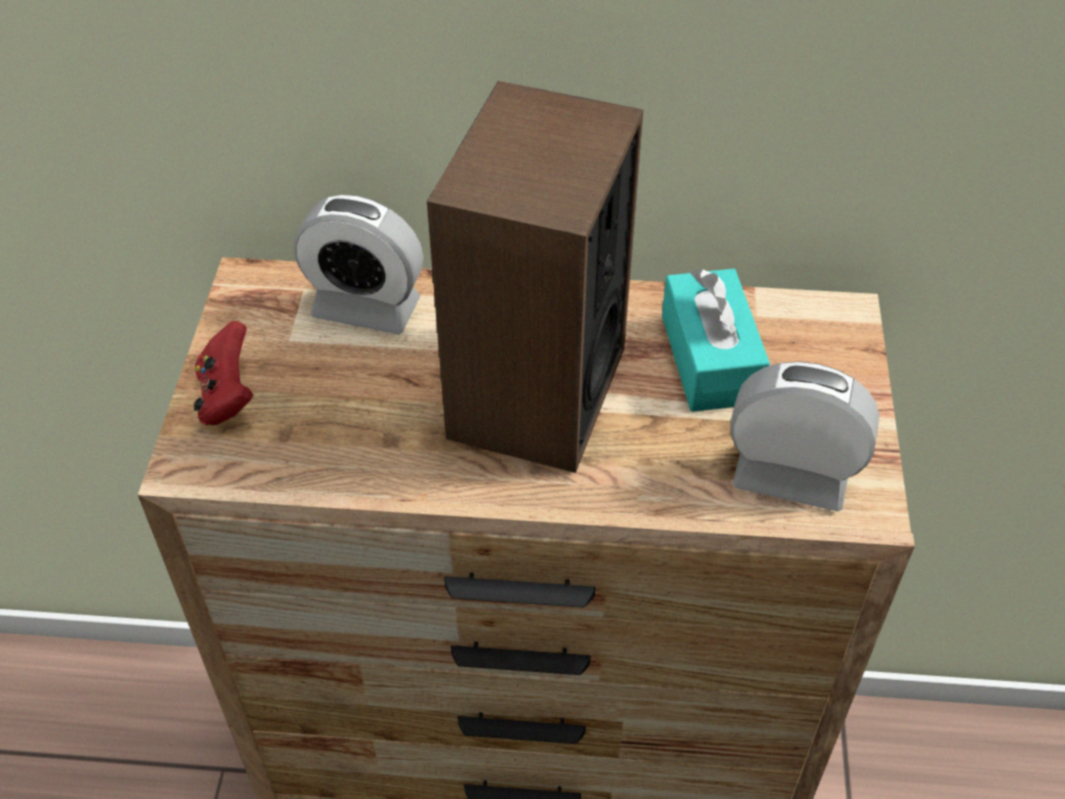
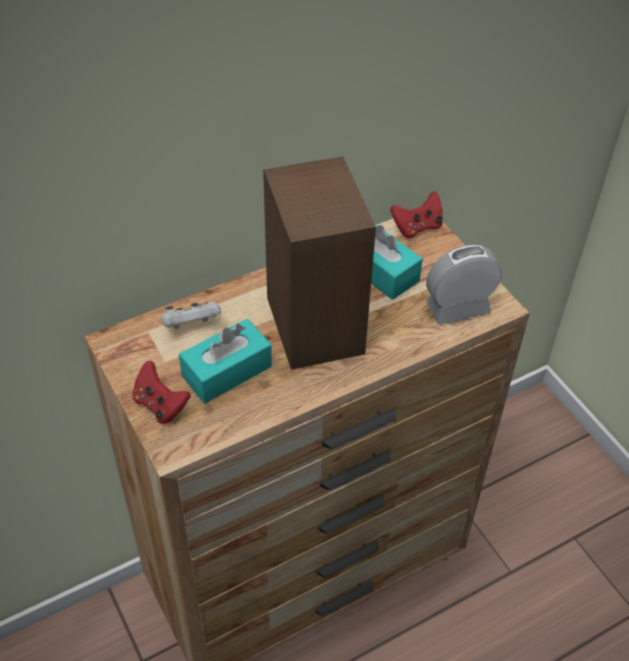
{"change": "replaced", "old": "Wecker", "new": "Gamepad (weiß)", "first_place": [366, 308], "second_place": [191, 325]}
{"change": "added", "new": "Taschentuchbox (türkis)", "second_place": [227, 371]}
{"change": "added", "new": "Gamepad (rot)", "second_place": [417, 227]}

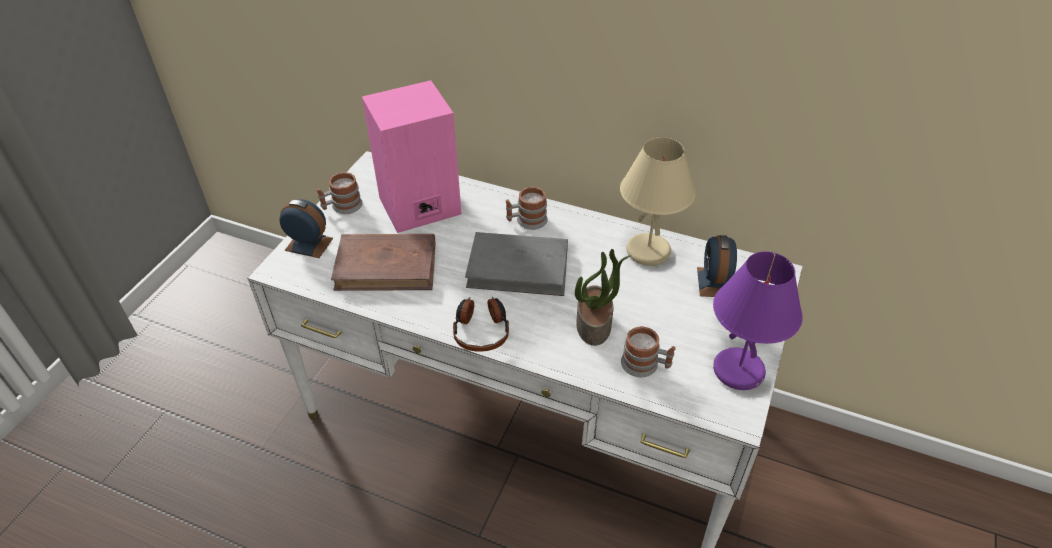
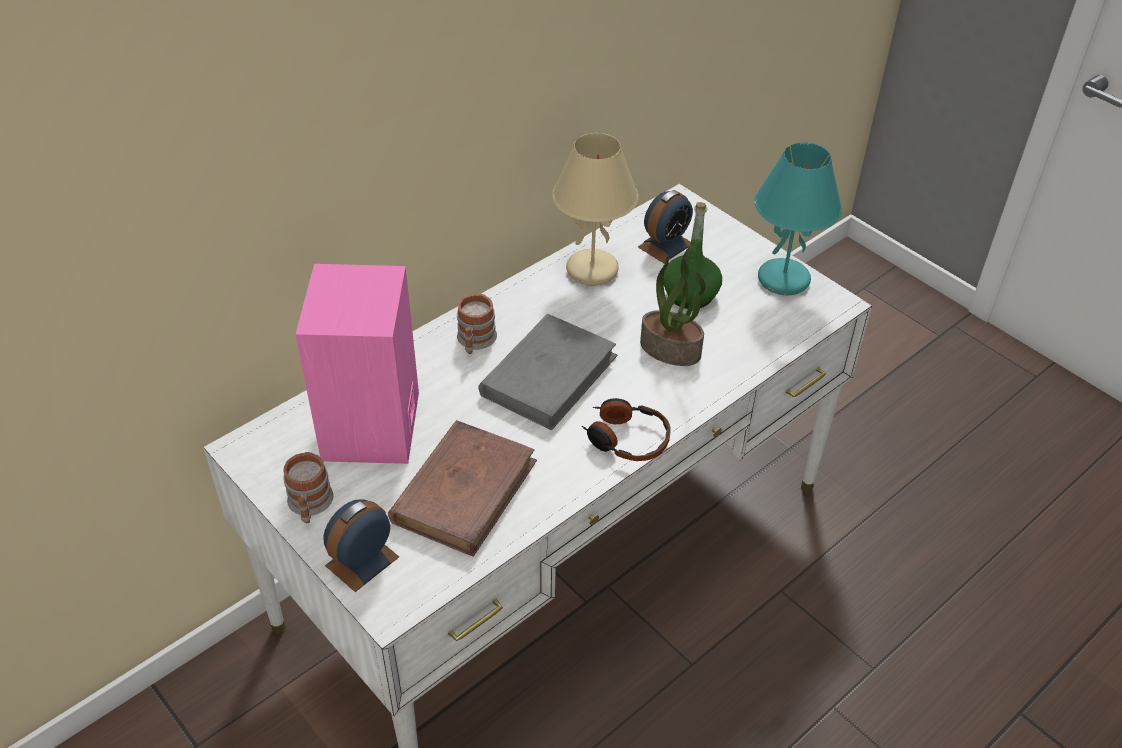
{"change": "turned", "old": "Wecker", "first_place": [714, 282], "second_place": [665, 245], "degrees": -75}
{"change": "added", "new": "Flasche (grün)", "second_place": [690, 294]}
{"change": "recoloured", "old": "Tischlampe (lila)", "new": "Tischlampe (türkis)", "first_place": [739, 371], "second_place": [784, 279]}
{"change": "removed", "old": "Henkelbecher", "first_place": [645, 365]}

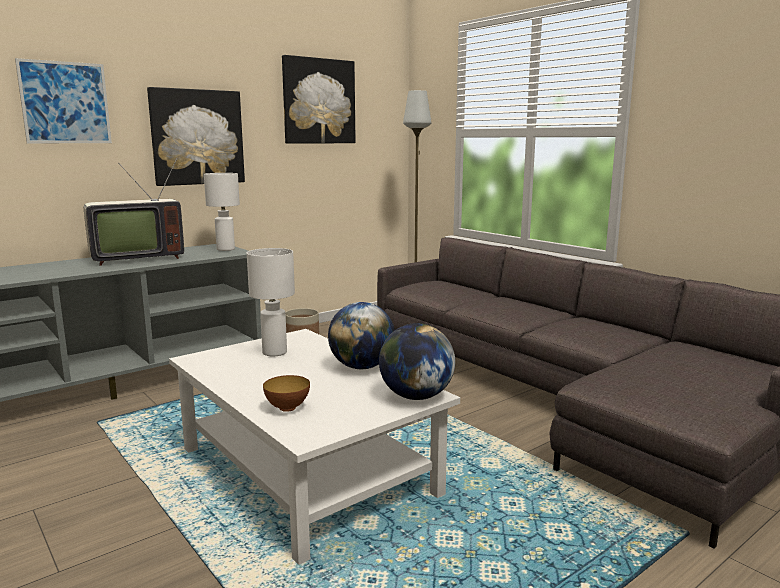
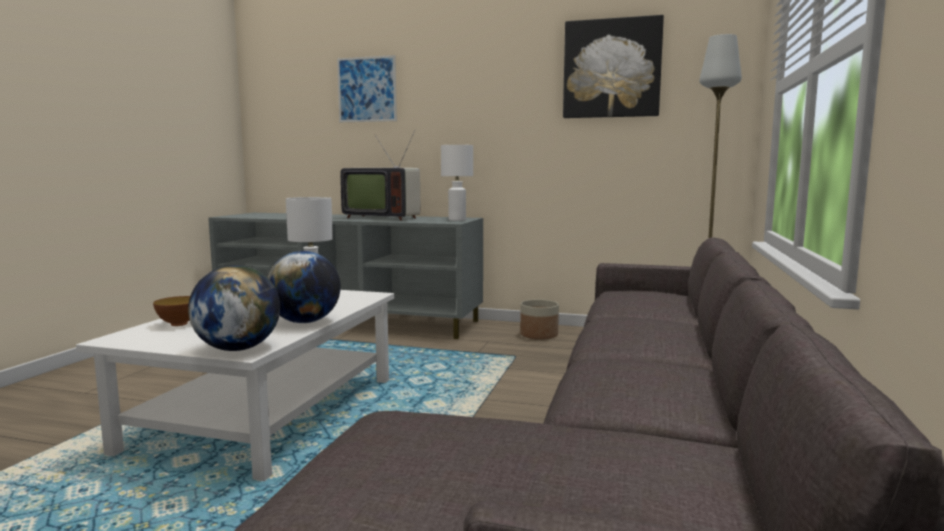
{"change": "removed", "old": "Bild", "first_place": [197, 137]}

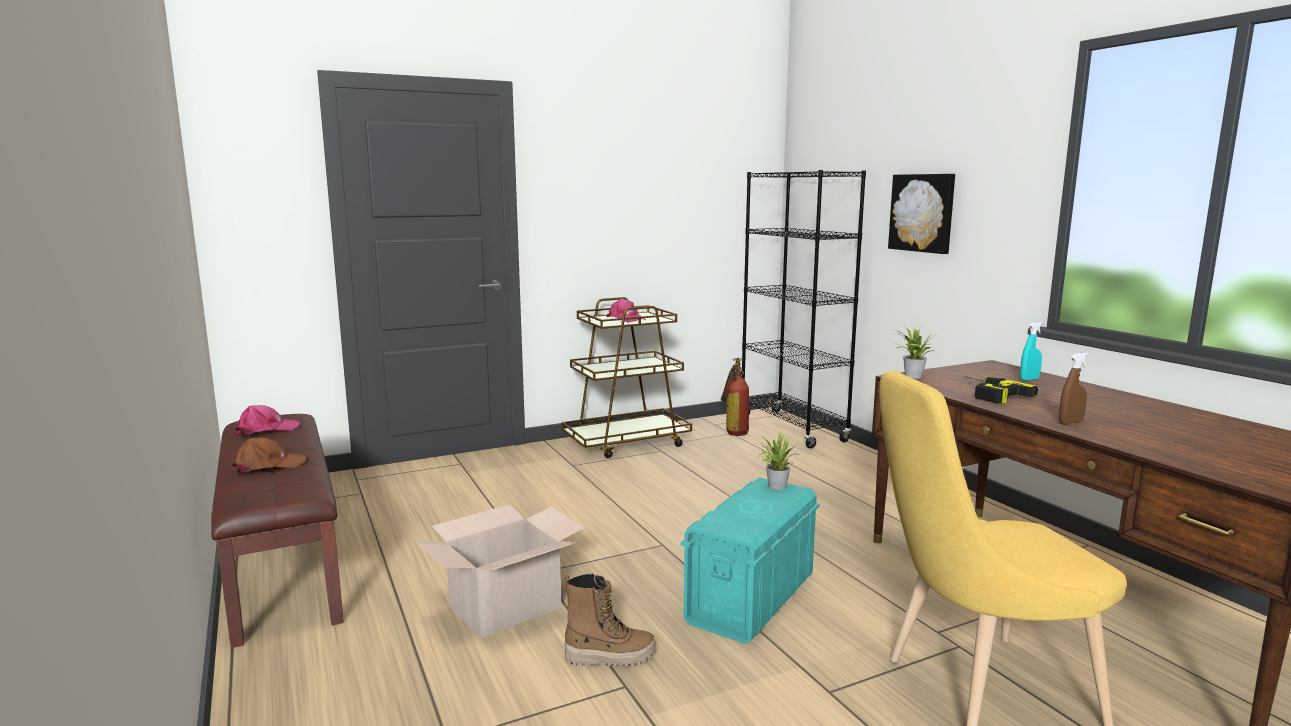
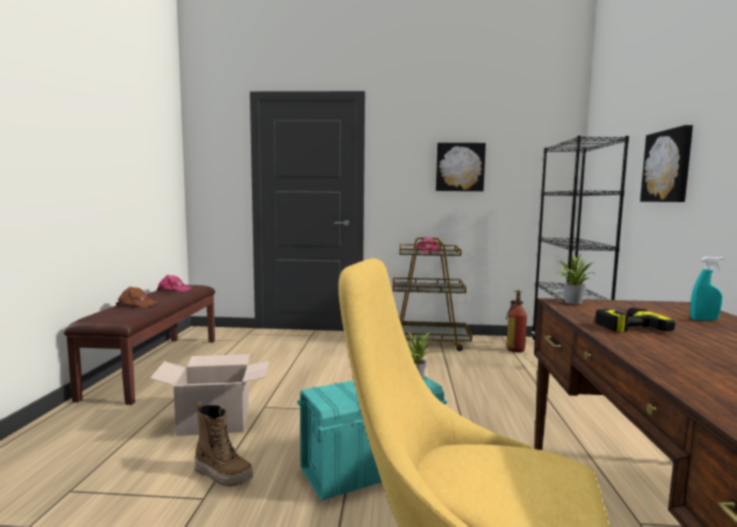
{"change": "added", "new": "Bild", "second_place": [460, 167]}
{"change": "removed", "old": "Sprühflasche (braun)", "first_place": [1070, 422]}

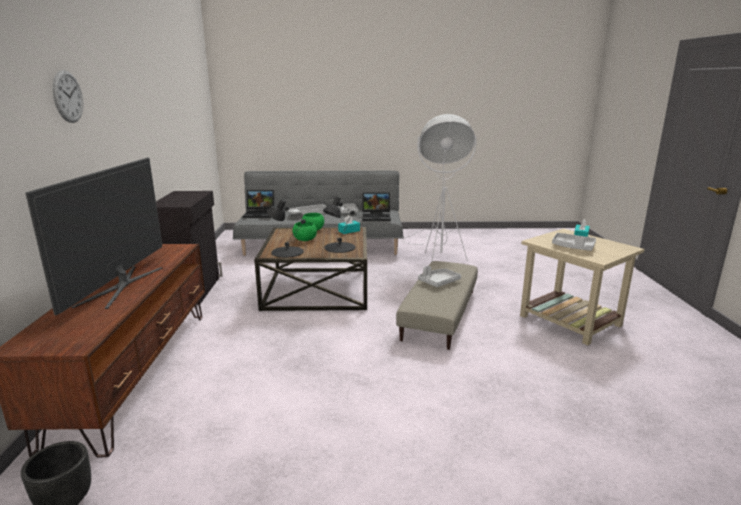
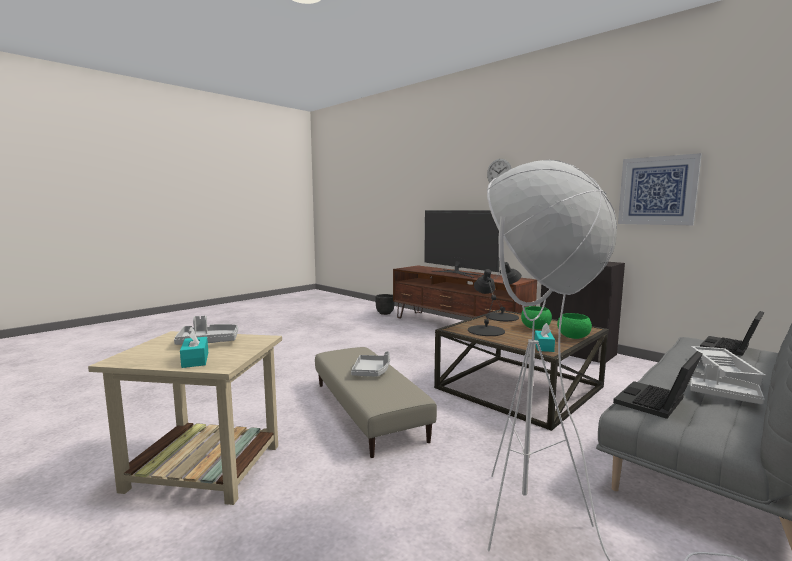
{"change": "added", "new": "Bild", "second_place": [657, 191]}

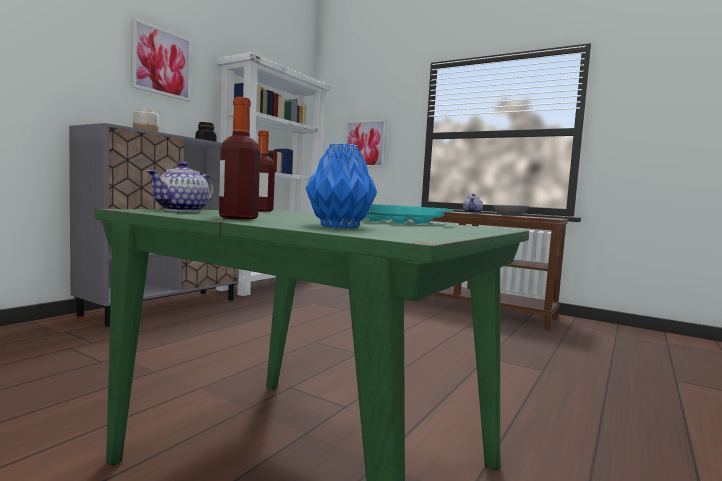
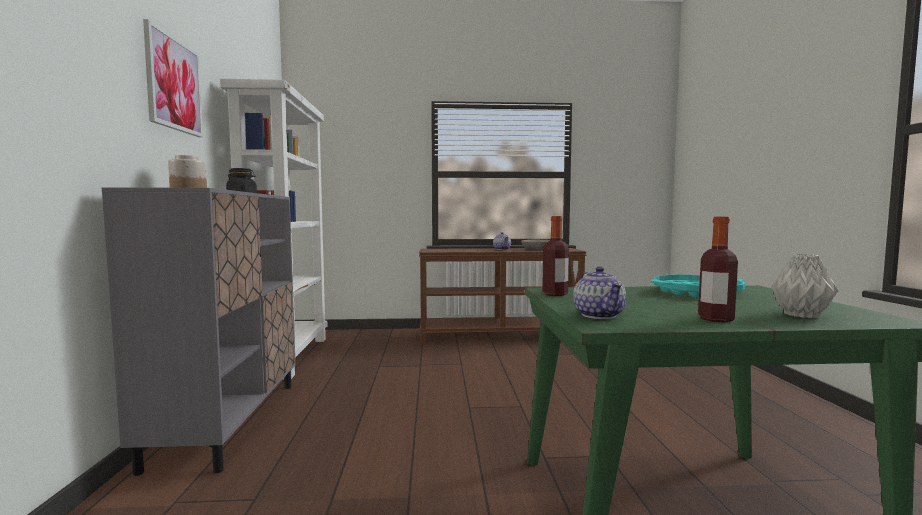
{"change": "recoloured", "old": "Vase (blau)", "new": "Vase (grau)", "first_place": [340, 227], "second_place": [802, 315]}
{"change": "removed", "old": "Bild", "first_place": [365, 144]}

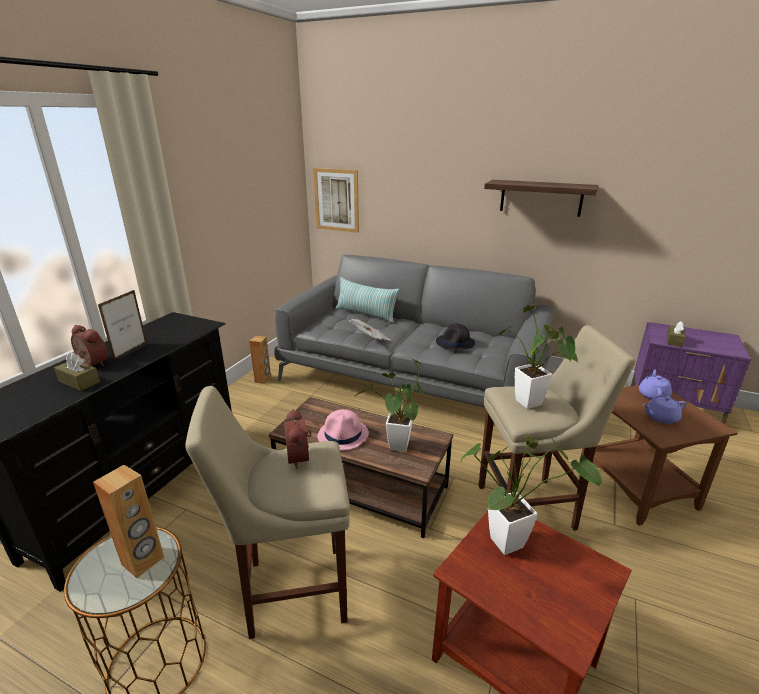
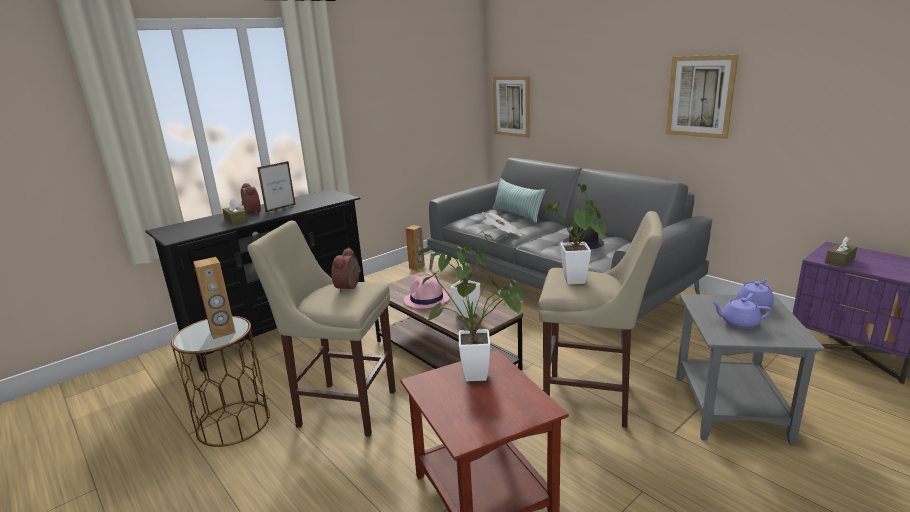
{"change": "replaced", "old": "Wandregal", "new": "Bild", "first_place": [541, 198], "second_place": [700, 96]}
{"change": "recoloured", "old": "Beistelltisch (braun)", "new": "Beistelltisch (grau)", "first_place": [637, 485], "second_place": [732, 409]}

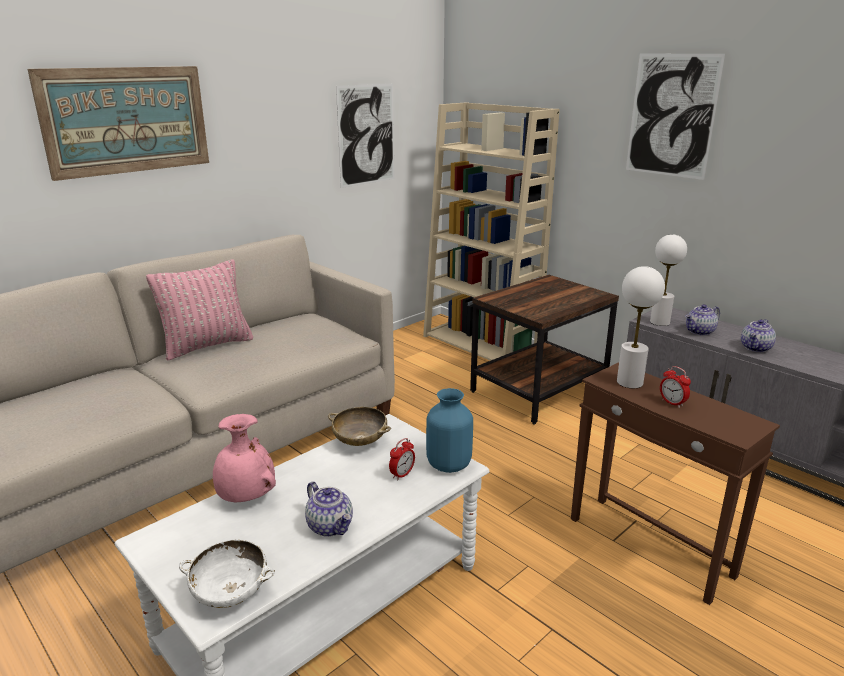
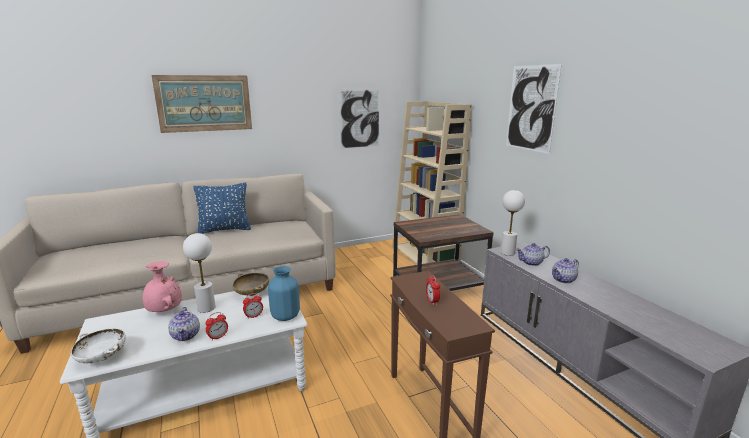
{"change": "moved", "old": "Tischlampe (weiß)", "first_place": [630, 382], "second_place": [206, 308]}
{"change": "recoloured", "old": "Kissen (rosa)", "new": "Kissen (blau)", "first_place": [207, 346], "second_place": [225, 230]}
{"change": "added", "new": "Wecker", "second_place": [218, 337]}

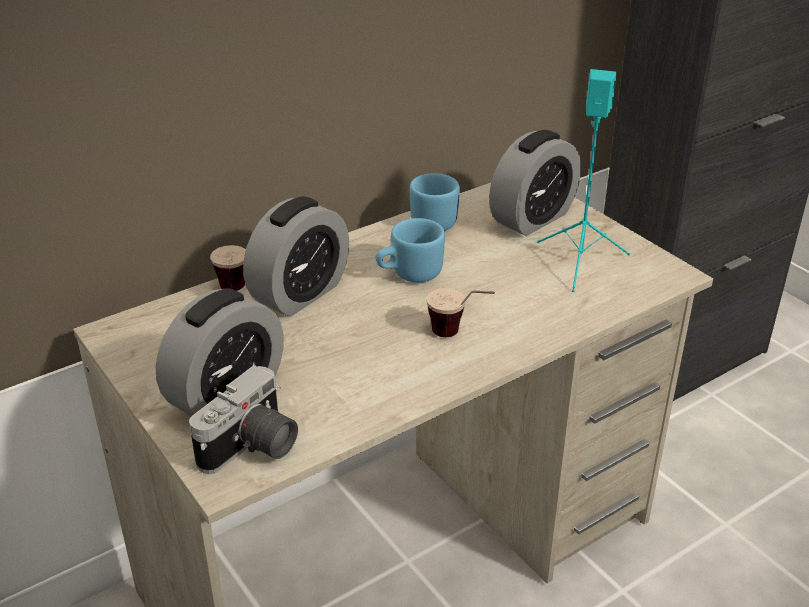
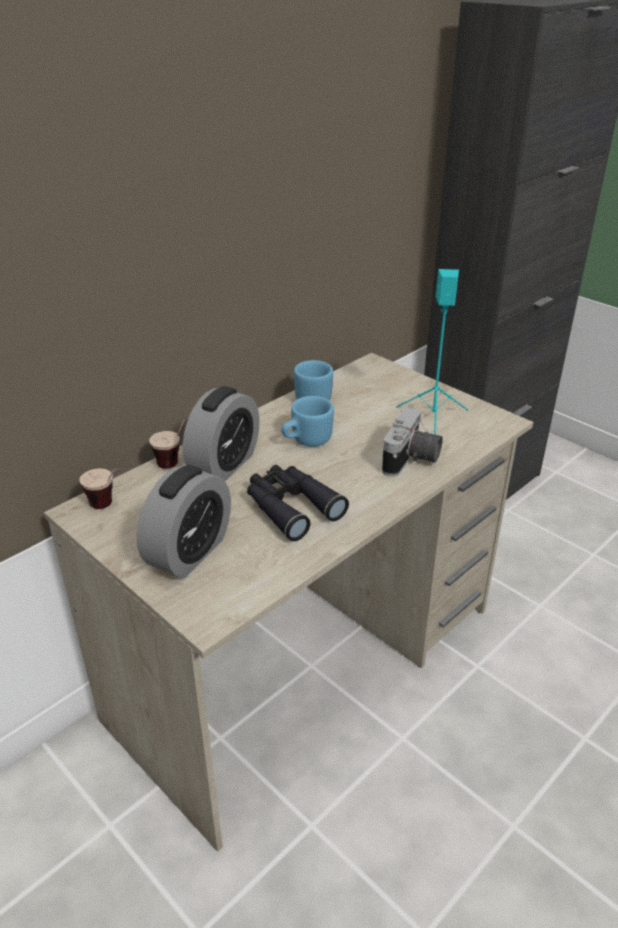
{"change": "moved", "old": "Tasse", "first_place": [459, 335], "second_place": [112, 506]}
{"change": "added", "new": "Fernglas (schwarz)", "second_place": [290, 507]}
{"change": "moved", "old": "Kamera", "first_place": [253, 449], "second_place": [412, 460]}
{"change": "removed", "old": "Wecker", "first_place": [532, 218]}

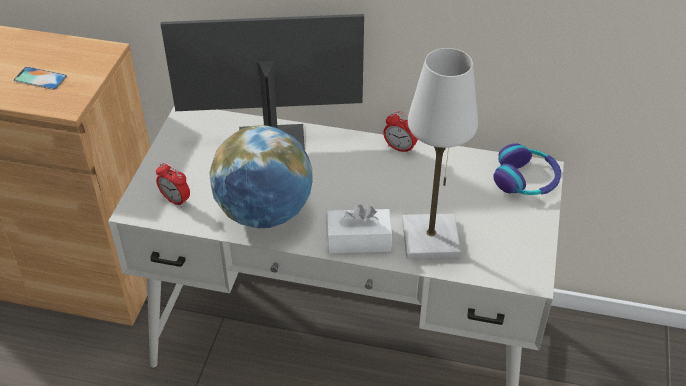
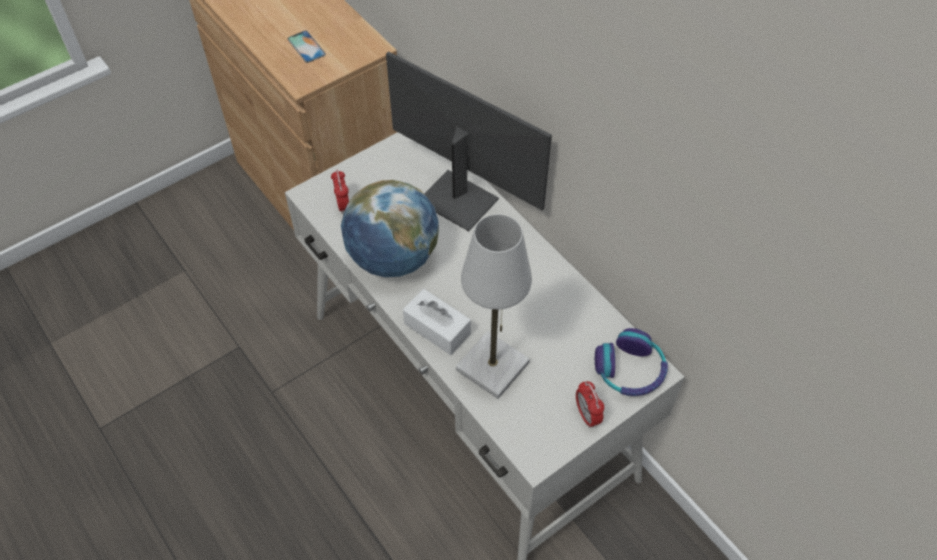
{"change": "moved", "old": "Wecker", "first_place": [399, 148], "second_place": [587, 415]}

